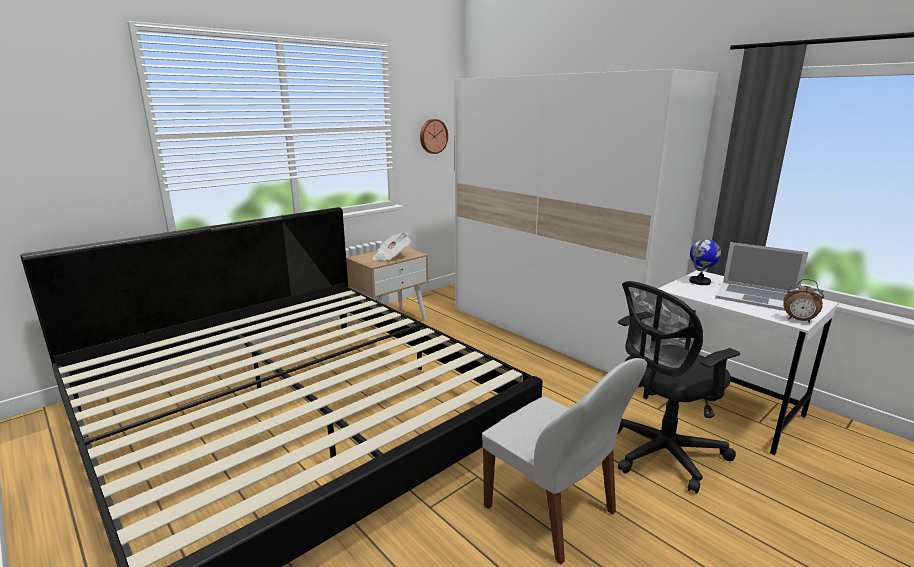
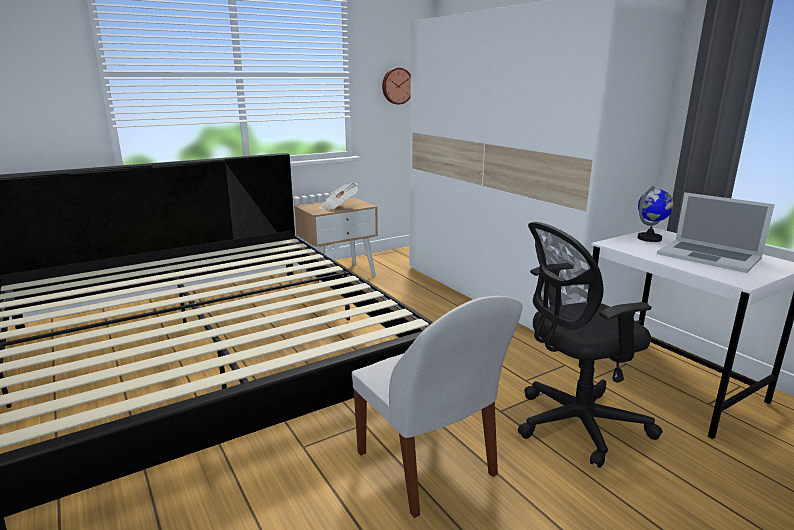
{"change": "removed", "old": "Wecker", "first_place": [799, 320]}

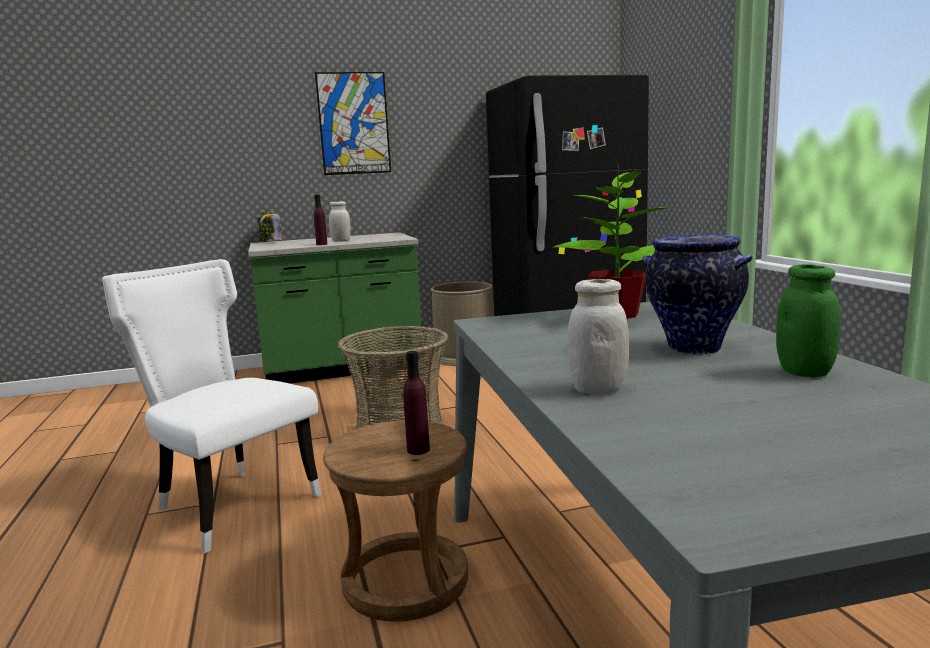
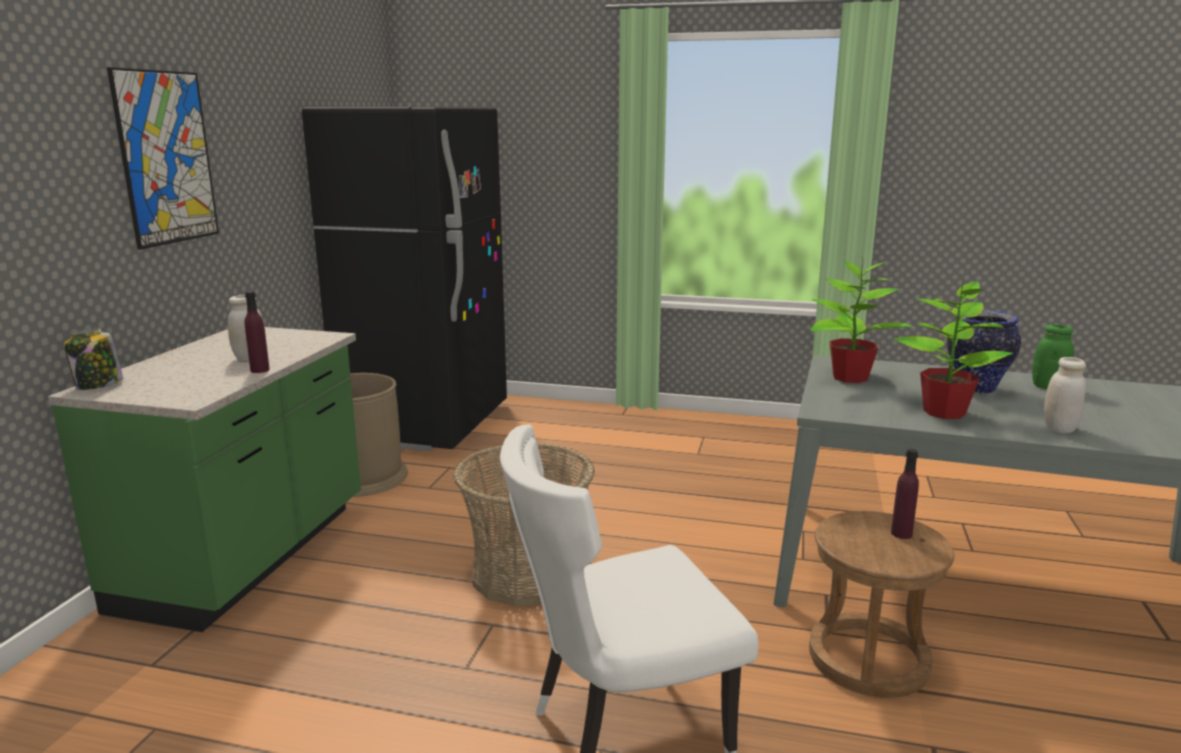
{"change": "added", "new": "Topfpflanze", "second_place": [944, 412]}

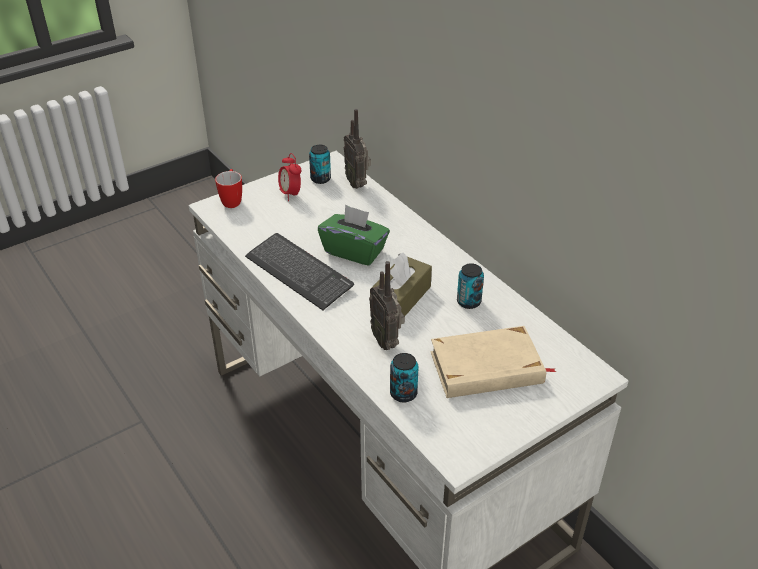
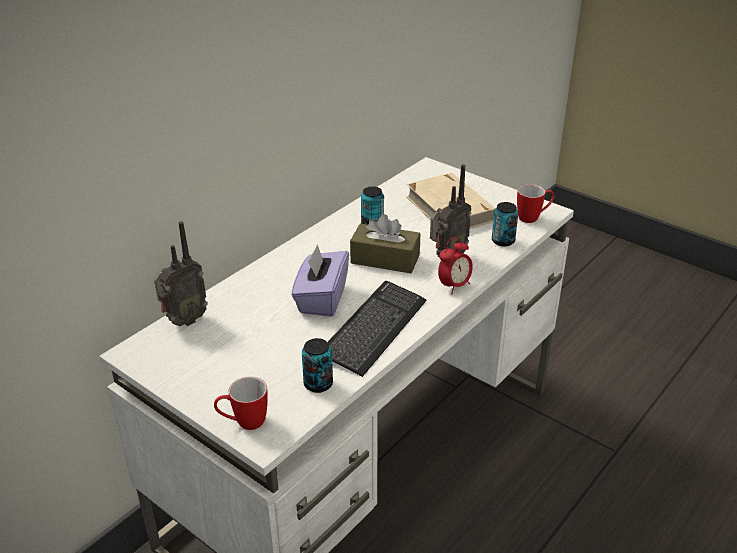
{"change": "recoloured", "old": "Taschentuchbox (grün)", "new": "Taschentuchbox (lila)", "first_place": [354, 251], "second_place": [321, 299]}
{"change": "moved", "old": "Dose", "first_place": [320, 179], "second_place": [318, 384]}
{"change": "moved", "old": "Wecker", "first_place": [290, 194], "second_place": [454, 286]}
{"change": "added", "new": "Henkelbecher", "second_place": [533, 218]}

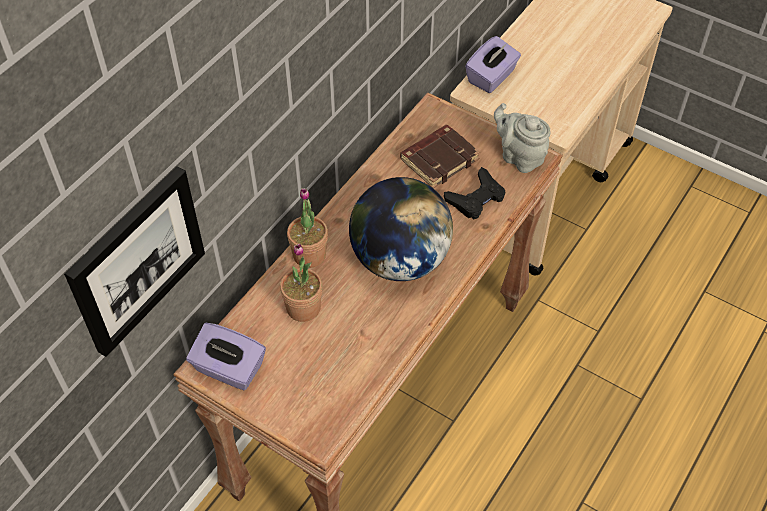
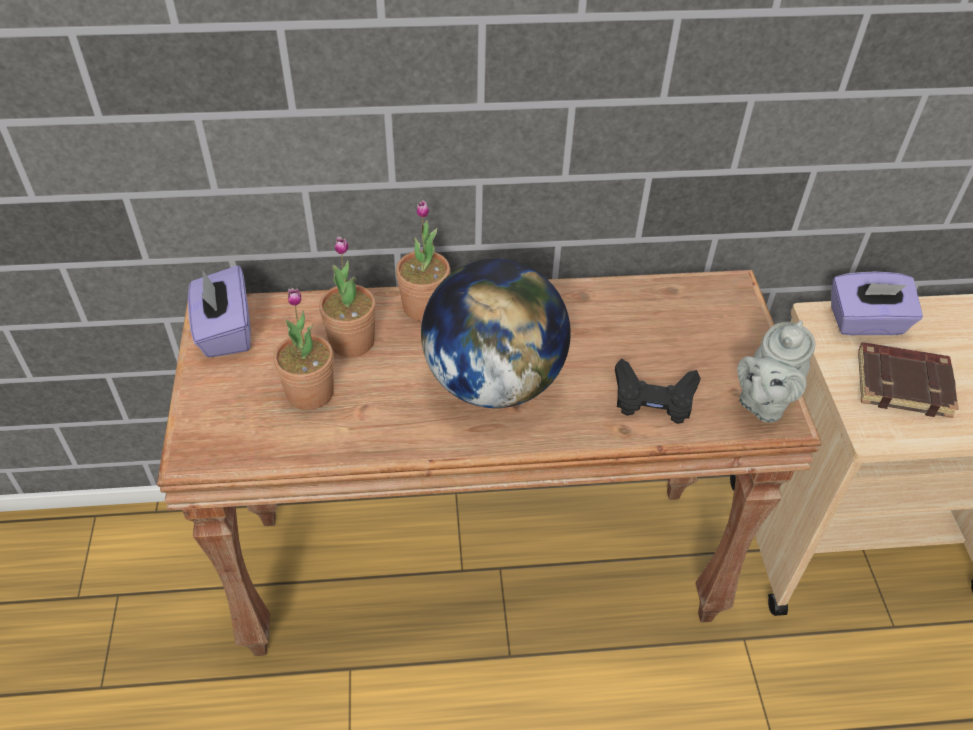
{"change": "added", "new": "Topfpflanze", "second_place": [310, 392]}
{"change": "turned", "old": "Teekanne (grau)", "first_place": [519, 157], "second_place": [763, 402], "degrees": -150}
{"change": "moved", "old": "Buch (braun)", "first_place": [439, 159], "second_place": [903, 384]}
{"change": "removed", "old": "Bild", "first_place": [136, 260]}

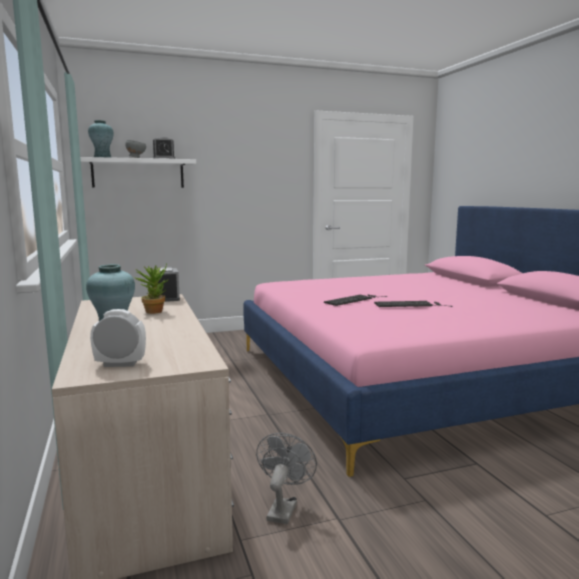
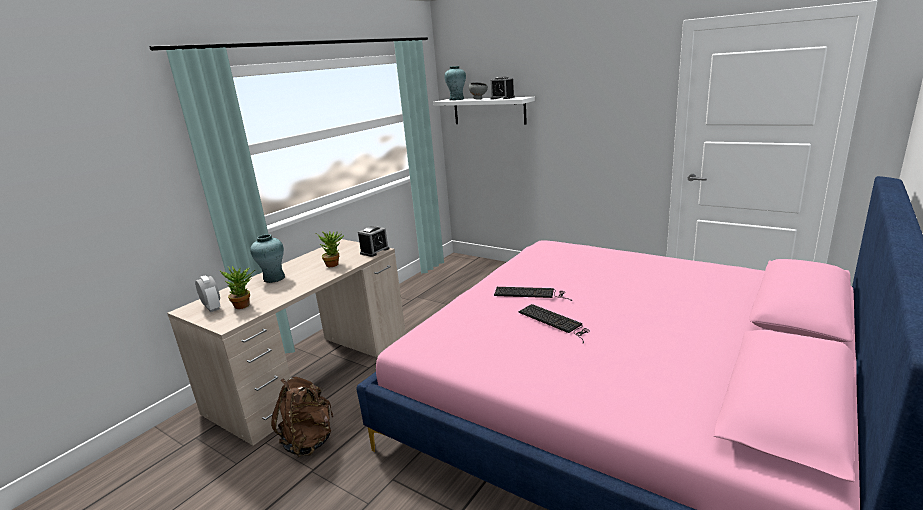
{"change": "added", "new": "Topfpflanze", "second_place": [245, 305]}
{"change": "replaced", "old": "Ventilator (grau)", "new": "Rucksack (braun)", "first_place": [283, 508], "second_place": [309, 441]}

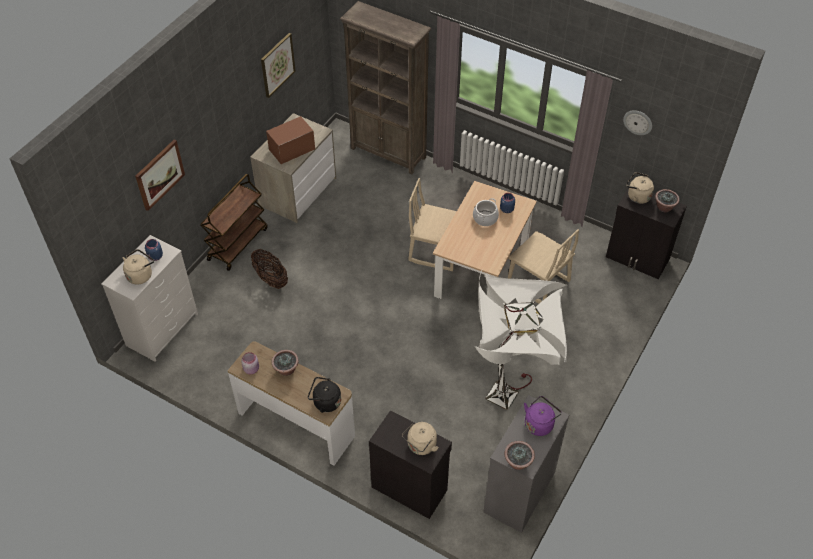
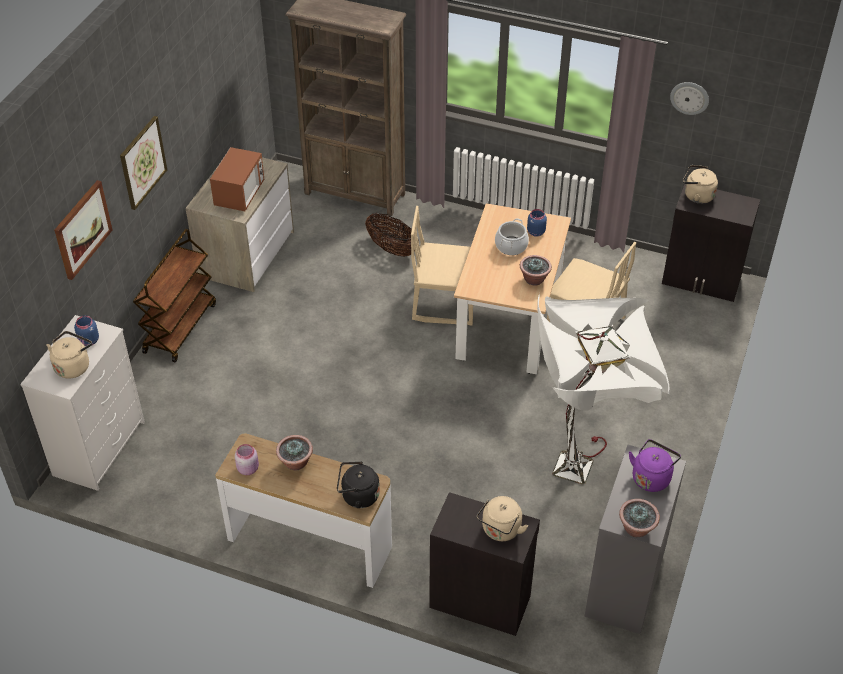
{"change": "moved", "old": "Bild", "first_place": [277, 65], "second_place": [142, 162]}
{"change": "turned", "old": "Mikrowelle", "first_place": [292, 151], "second_place": [240, 195], "degrees": 150}
{"change": "moved", "old": "Korb", "first_place": [271, 278], "second_place": [392, 249]}
{"change": "moved", "old": "Topfpflanze", "first_place": [664, 207], "second_place": [534, 279]}

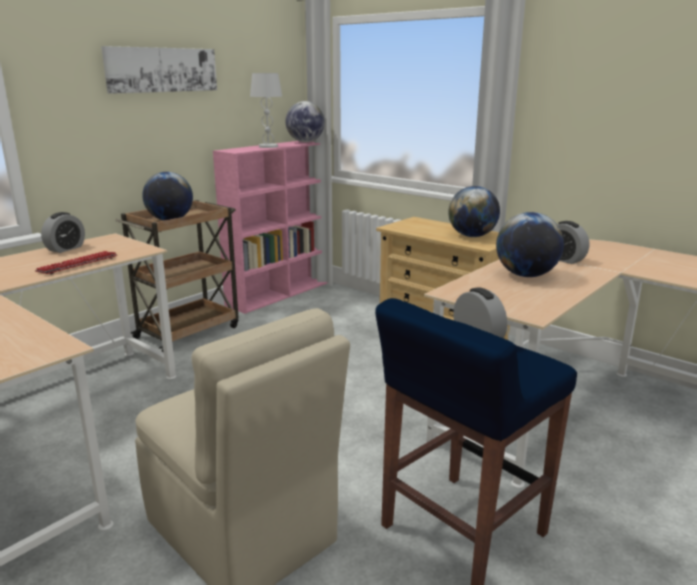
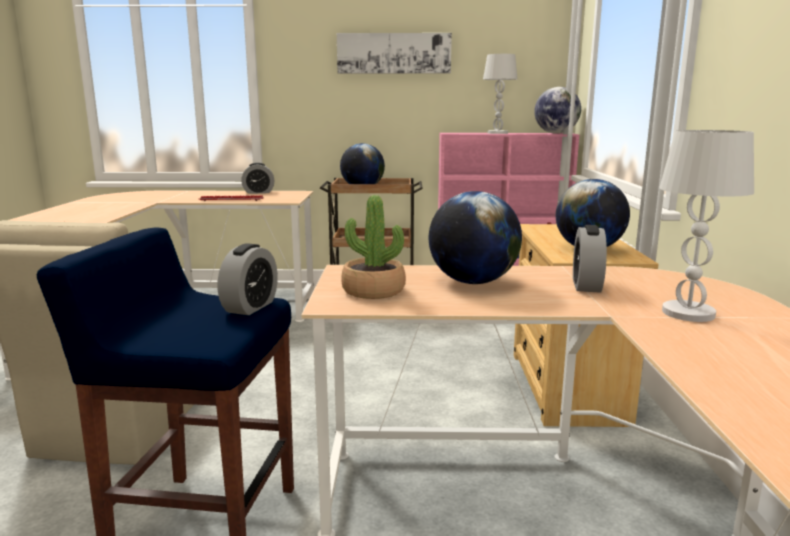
{"change": "added", "new": "Topfpflanze", "second_place": [373, 291]}
{"change": "added", "new": "Tischlampe (weiß)", "second_place": [687, 313]}

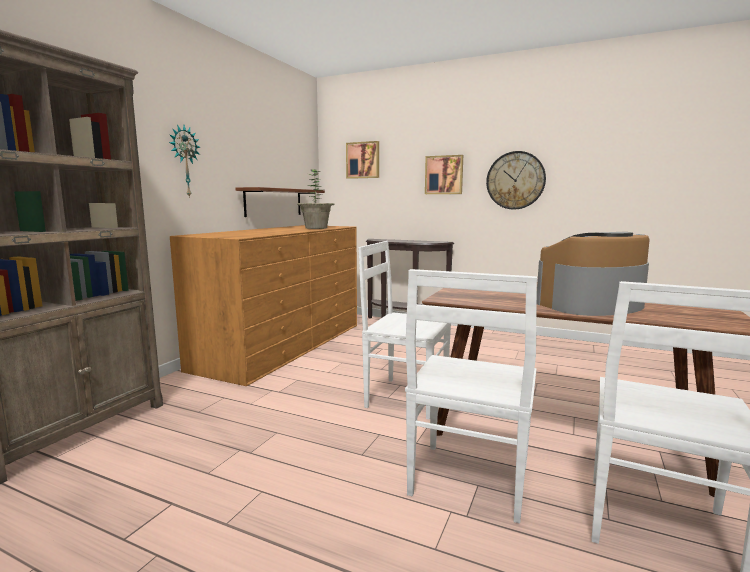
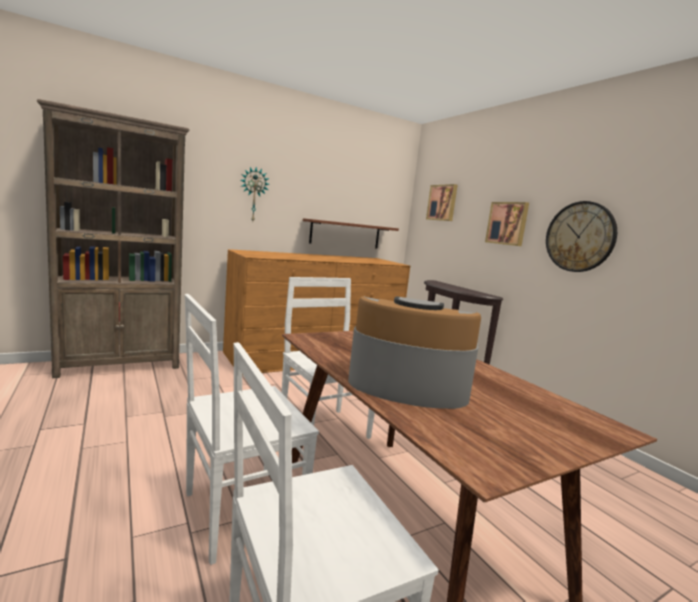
{"change": "removed", "old": "Topfpflanze", "first_place": [316, 228]}

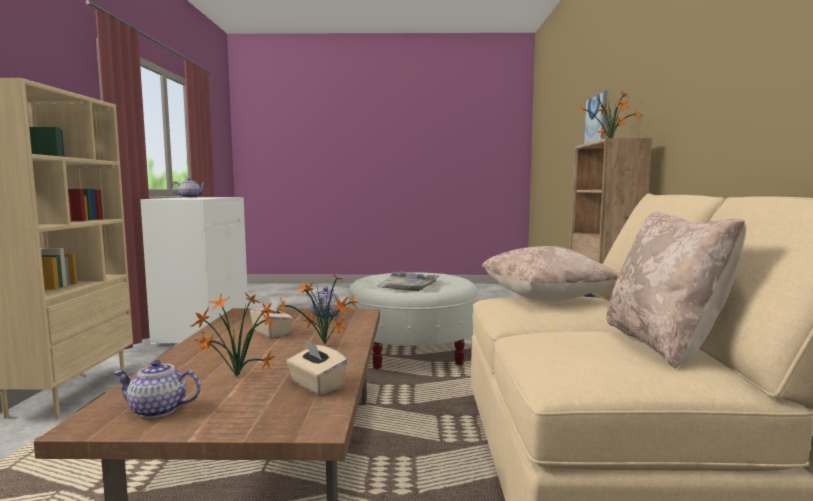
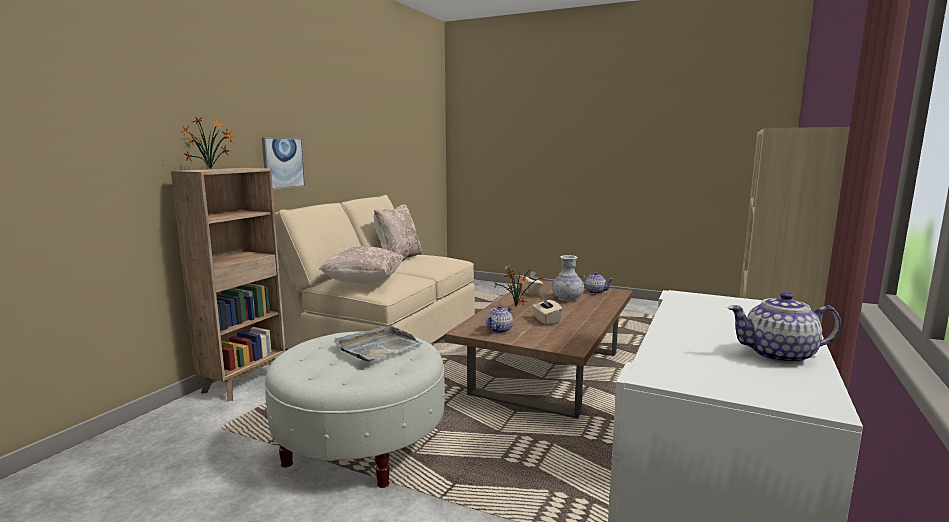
{"change": "moved", "old": "Bild", "first_place": [596, 120], "second_place": [283, 163]}
{"change": "replaced", "old": "Topfpflanze", "new": "Vase", "first_place": [235, 376], "second_place": [567, 299]}

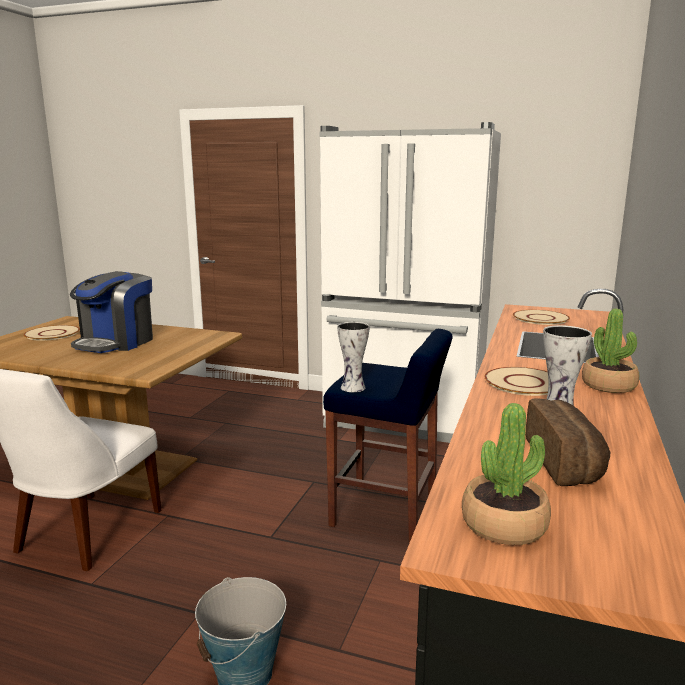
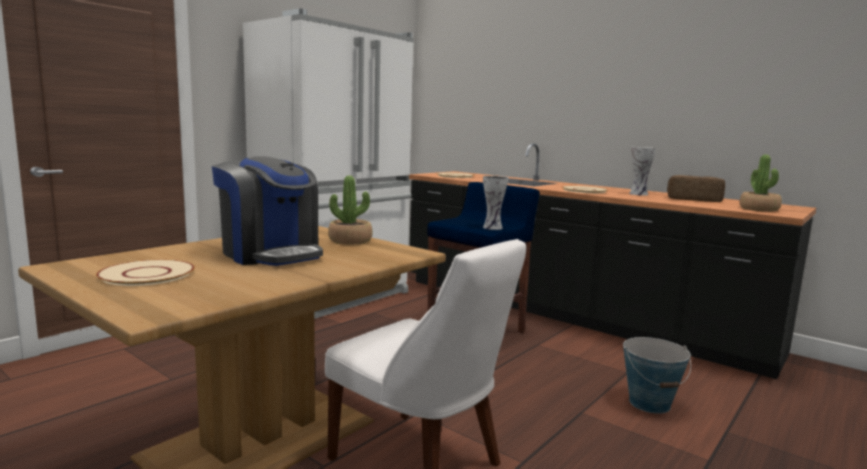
{"change": "moved", "old": "Topfpflanze", "first_place": [608, 385], "second_place": [350, 240]}

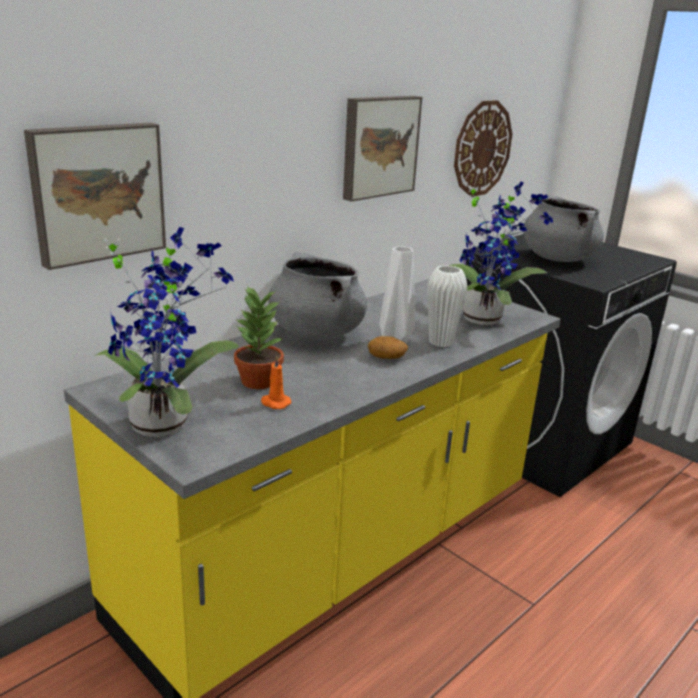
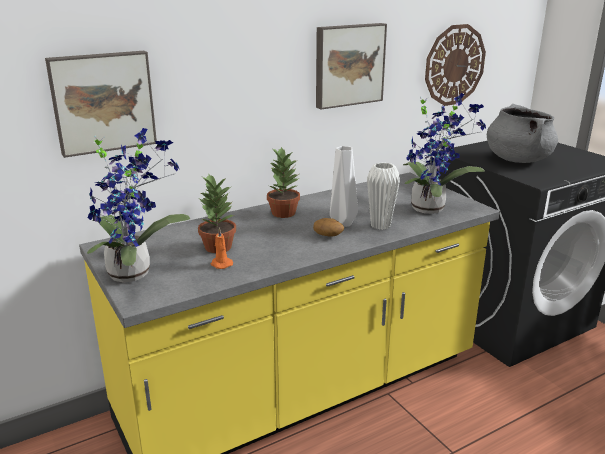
{"change": "replaced", "old": "Kochtopf (grau)", "new": "Topfpflanze", "first_place": [316, 332], "second_place": [283, 213]}

